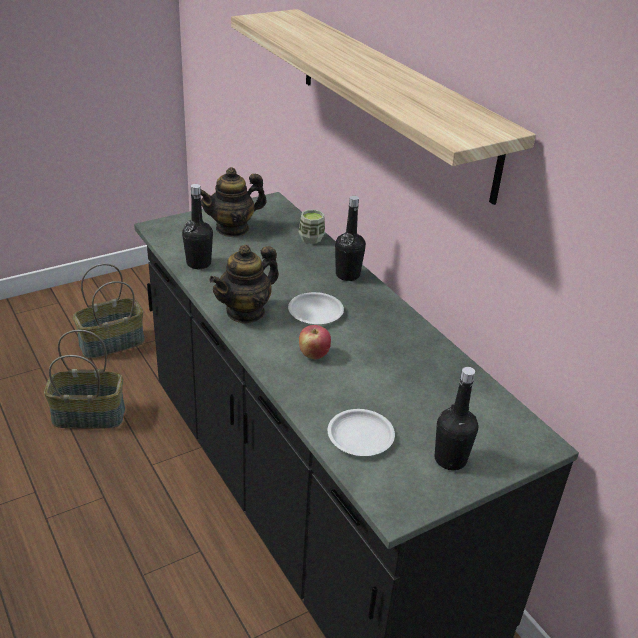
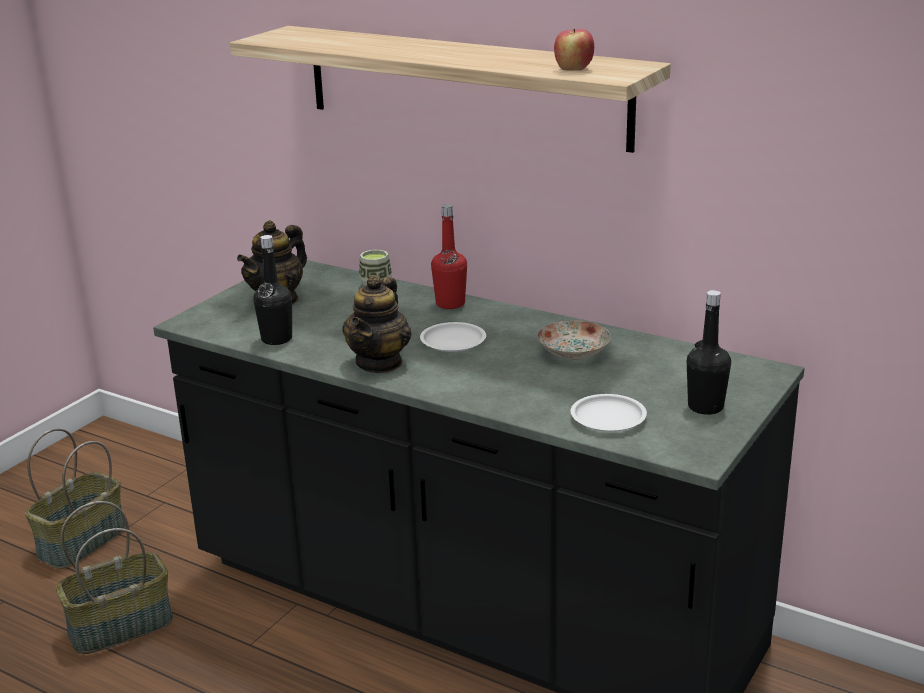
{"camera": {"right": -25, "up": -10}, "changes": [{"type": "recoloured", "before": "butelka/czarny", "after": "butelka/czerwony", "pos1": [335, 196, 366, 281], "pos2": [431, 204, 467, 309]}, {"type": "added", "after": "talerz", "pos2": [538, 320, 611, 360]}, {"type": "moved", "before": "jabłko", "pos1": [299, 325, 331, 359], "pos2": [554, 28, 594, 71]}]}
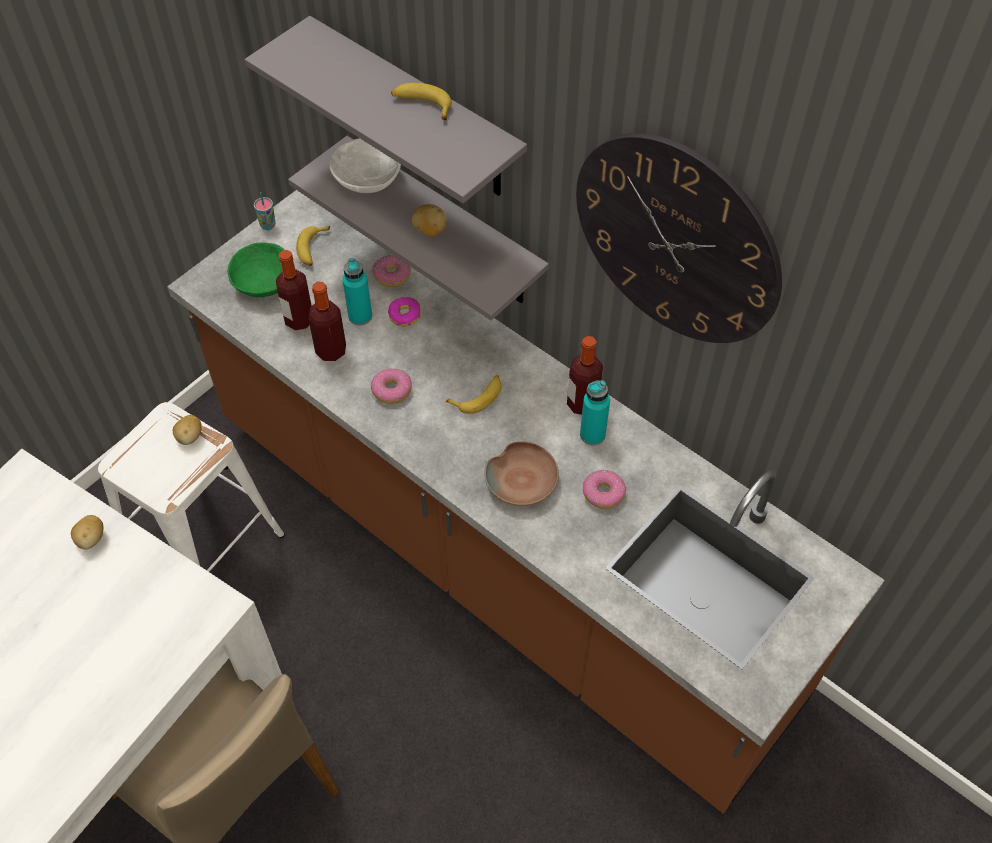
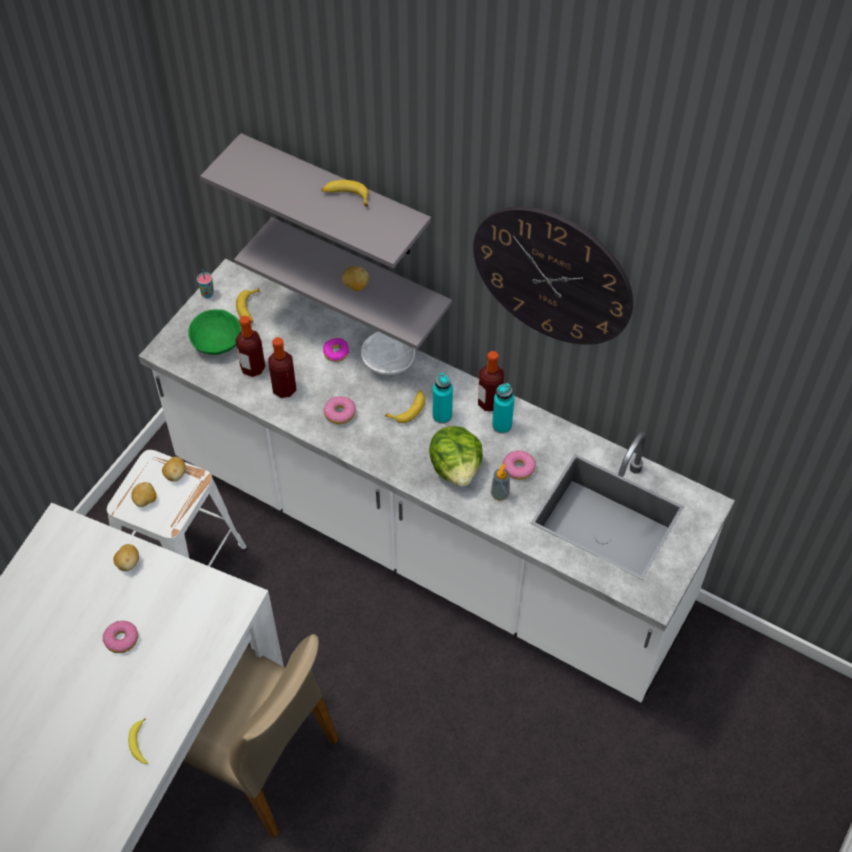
{"camera": {"right": -10, "up": 0}, "changes": [{"type": "moved", "before": "donut", "pos1": [372, 255, 411, 287], "pos2": [103, 620, 138, 653]}, {"type": "added", "after": "banan", "pos2": [128, 718, 148, 764]}, {"type": "added", "after": "ziemniak", "pos2": [131, 482, 157, 507]}, {"type": "recoloured", "before": "zabudowa kuchenna/brązowy", "after": "zabudowa kuchenna/biały", "pos1": [167, 190, 885, 813], "pos2": [138, 259, 735, 702]}, {"type": "moved", "before": "miska/biały", "pos1": [329, 138, 401, 193], "pos2": [361, 332, 415, 375]}, {"type": "replaced", "before": "miska/brązowy", "after": "sałata", "pos1": [484, 442, 559, 506], "pos2": [429, 426, 483, 487]}, {"type": "moved", "before": "butelka/turkusowy", "pos1": [342, 258, 372, 326], "pos2": [433, 373, 453, 424]}, {"type": "added", "after": "dozownik mydła", "pos2": [491, 464, 510, 501]}]}
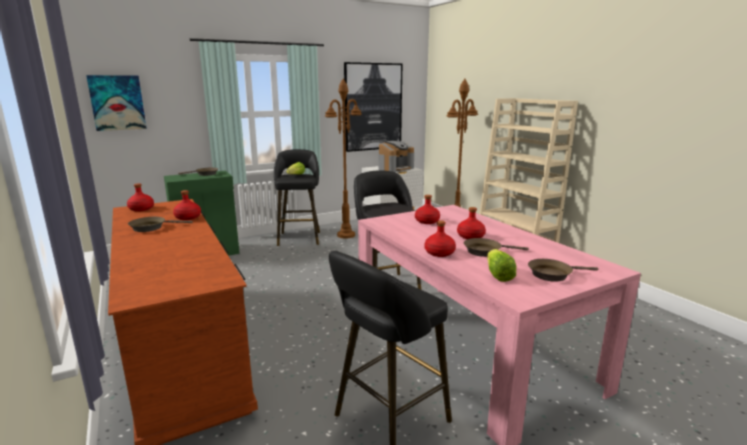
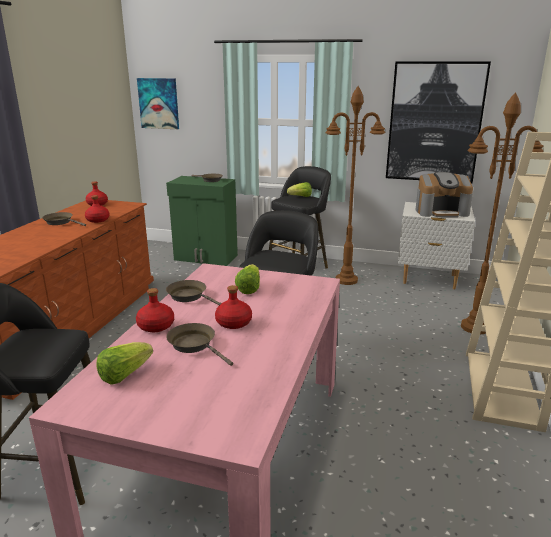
{"camera": {"right": 45, "up": 5}, "changes": [{"type": "moved", "before": "patelnia/brązowy", "pos1": [528, 259, 598, 282], "pos2": [166, 280, 222, 305]}, {"type": "replaced", "before": "butelka/czerwony", "after": "sałata", "pos1": [415, 195, 440, 224], "pos2": [235, 264, 260, 294]}]}
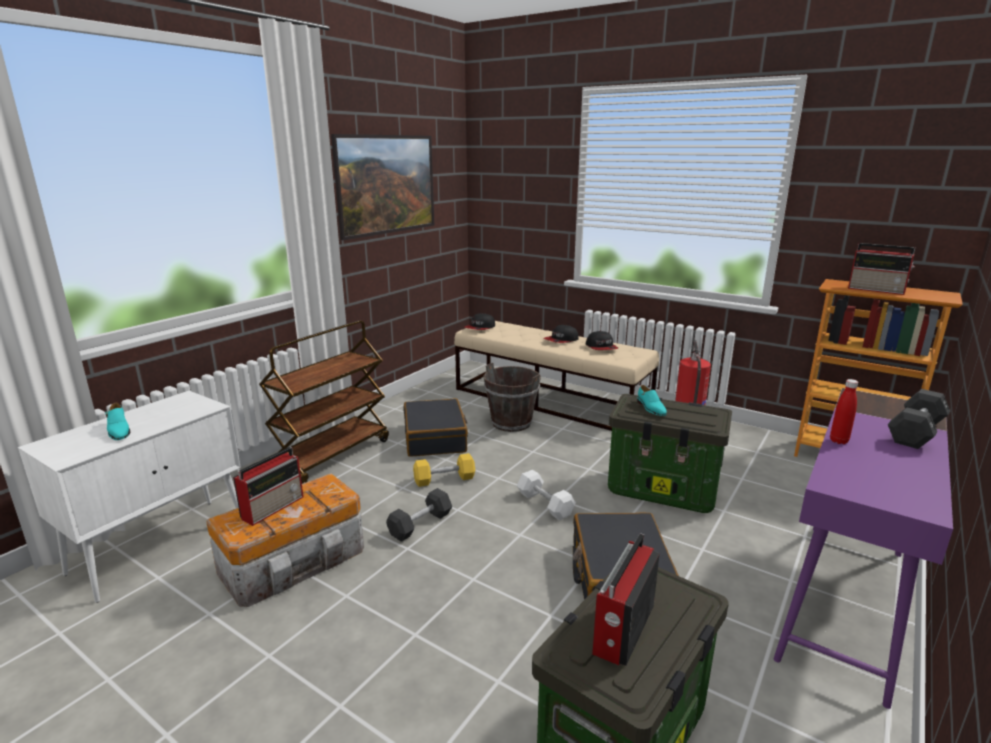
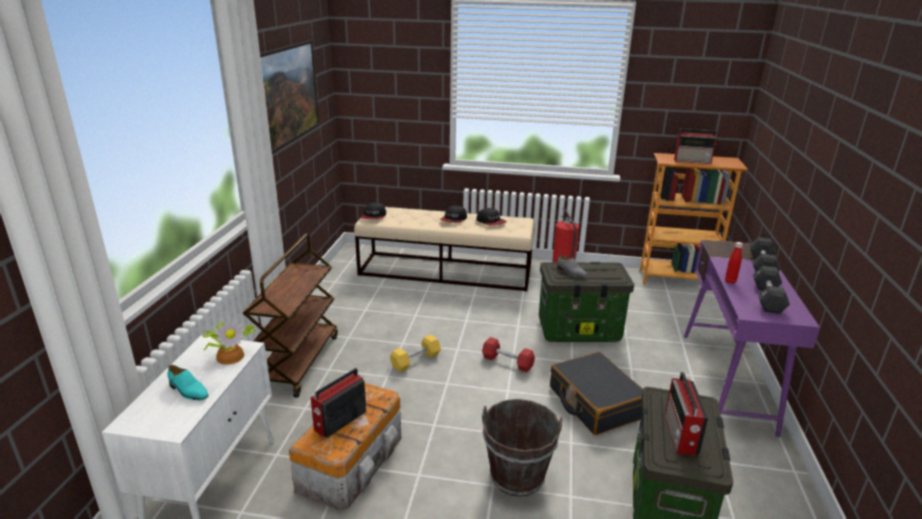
{"camera": {"right": -25, "up": 5}, "changes": [{"type": "added", "after": "roślina doniczkowa", "pos2": [202, 320, 255, 365]}, {"type": "turned", "before": "radio", "pos1": [233, 447, 303, 526], "pos2": [310, 368, 366, 438], "turn": -150}, {"type": "recoloured", "before": "hantel/biały", "after": "hantel/czerwony", "pos1": [517, 470, 576, 520], "pos2": [482, 337, 535, 372]}, {"type": "moved", "before": "wiadro/brązowy", "pos1": [483, 363, 541, 432], "pos2": [482, 399, 563, 497]}, {"type": "recoloured", "before": "but/turkusowy", "after": "but/szary", "pos1": [637, 385, 667, 416], "pos2": [557, 255, 587, 277]}, {"type": "moved", "before": "hantel/czarny", "pos1": [386, 488, 452, 542], "pos2": [753, 266, 790, 314]}, {"type": "removed", "before": "walizka/czarny", "pos1": [403, 398, 468, 457]}]}
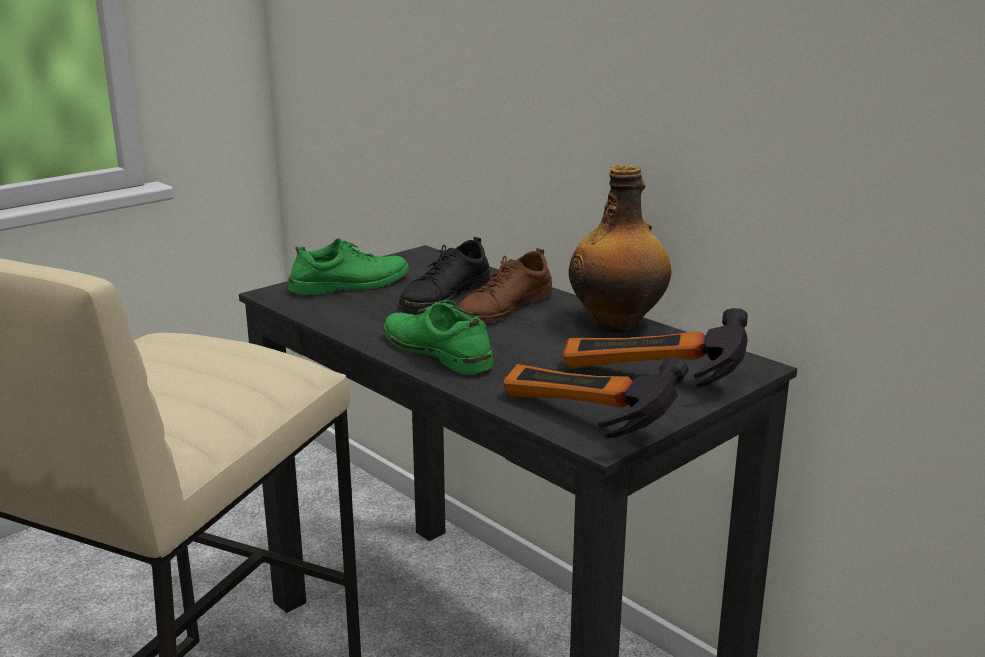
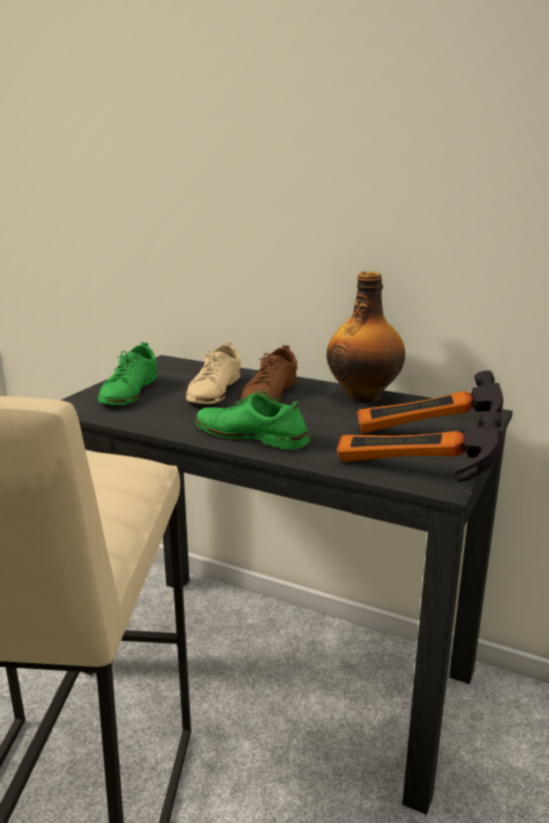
{"camera": {"right": -20, "up": 0}, "changes": [{"type": "turned", "before": "but/zielony", "pos1": [288, 238, 409, 295], "pos2": [98, 342, 158, 405], "turn": 150}, {"type": "recoloured", "before": "but/czarny", "after": "but/beżowy", "pos1": [399, 237, 490, 310], "pos2": [186, 342, 241, 404]}]}
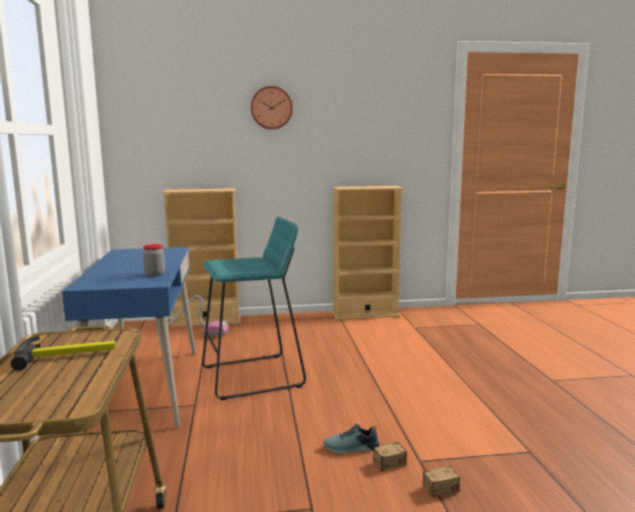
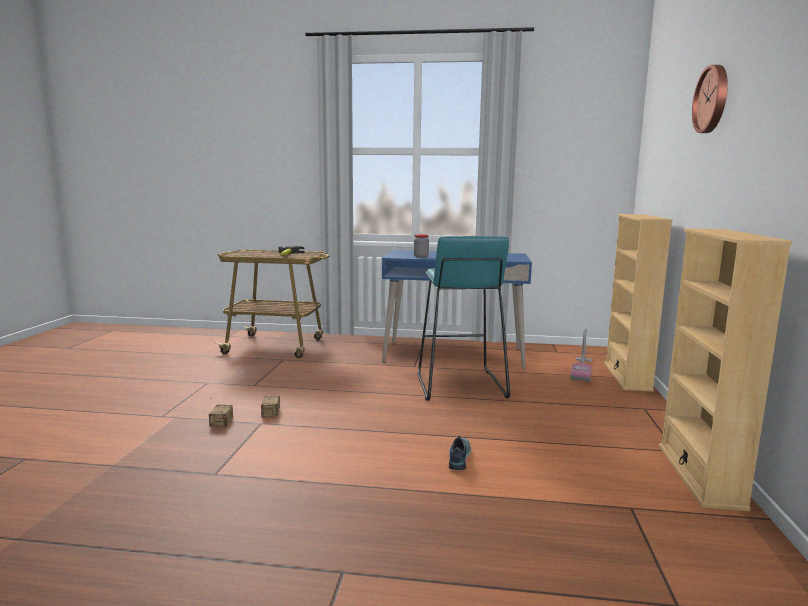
{"camera": {"right": 105, "up": 0}, "changes": [{"type": "moved", "before": "but", "pos1": [323, 424, 380, 453], "pos2": [449, 436, 471, 470]}]}
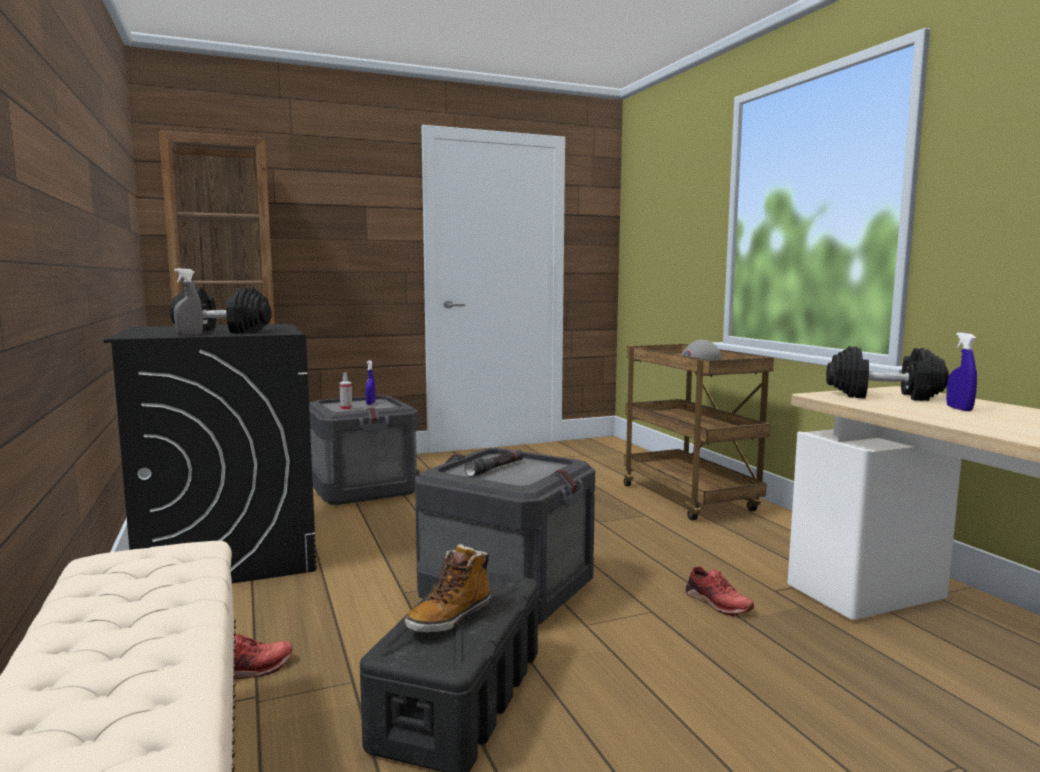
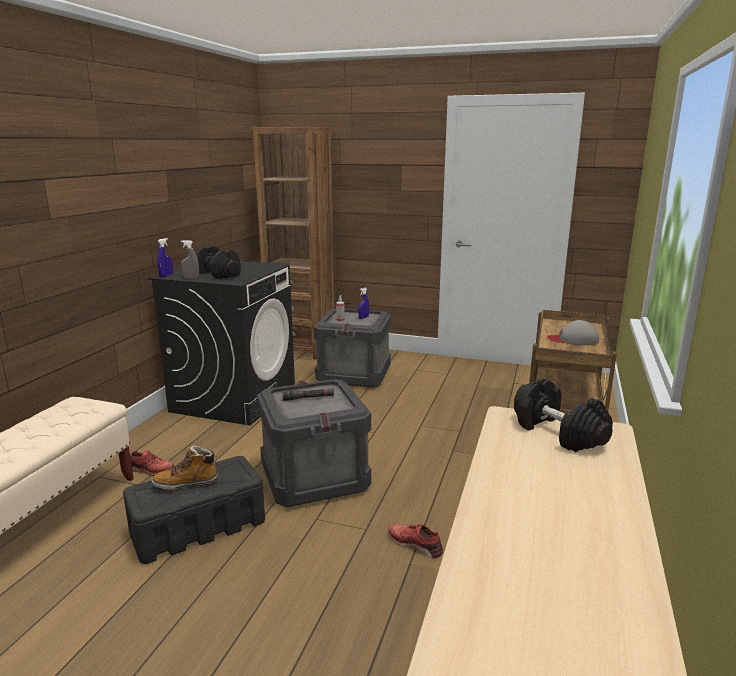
{"camera": {"right": 40, "up": 10}, "changes": [{"type": "moved", "before": "spryskiwacz/niebieski", "pos1": [946, 332, 977, 411], "pos2": [158, 238, 173, 277]}, {"type": "turned", "before": "but/czerwony", "pos1": [686, 566, 754, 616], "pos2": [388, 524, 443, 558], "turn": 120}]}
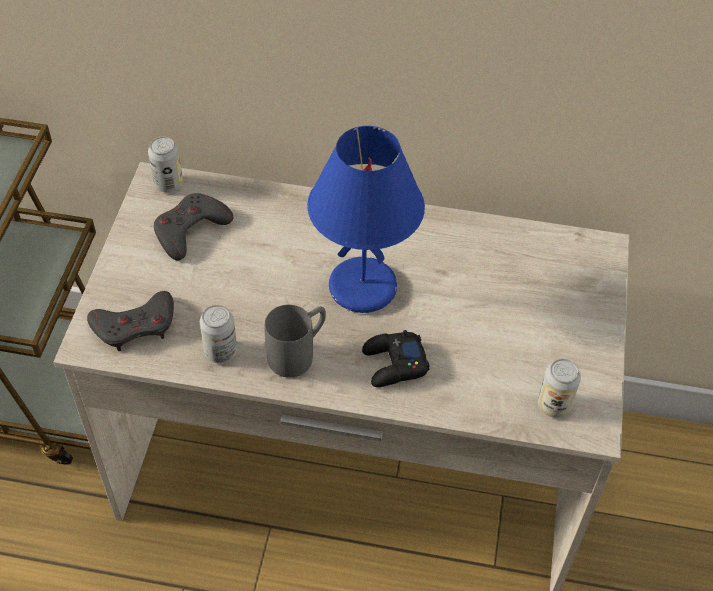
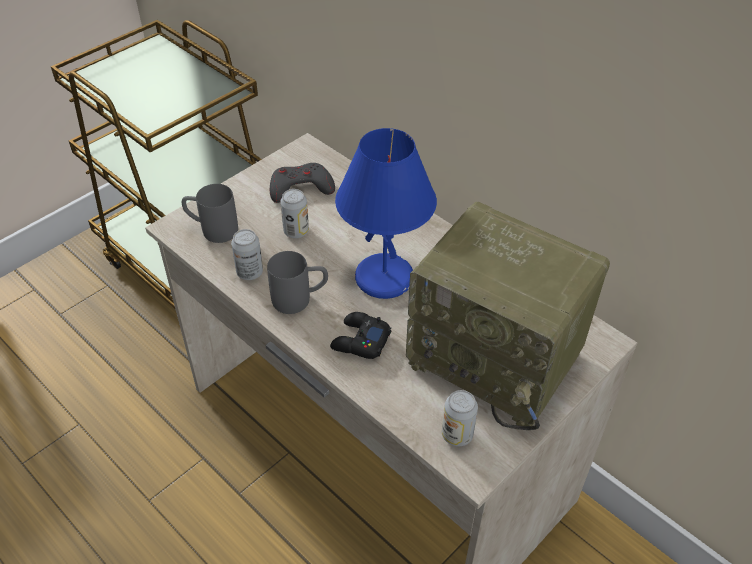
{"camera": {"right": 35, "up": -5}, "changes": [{"type": "replaced", "before": "pad do gier/szary", "after": "kubek/szary", "pos1": [87, 291, 174, 351], "pos2": [182, 184, 238, 243]}, {"type": "moved", "before": "puszka", "pos1": [148, 136, 183, 192], "pos2": [280, 189, 309, 238]}, {"type": "added", "after": "radio", "pos2": [406, 202, 610, 430]}]}
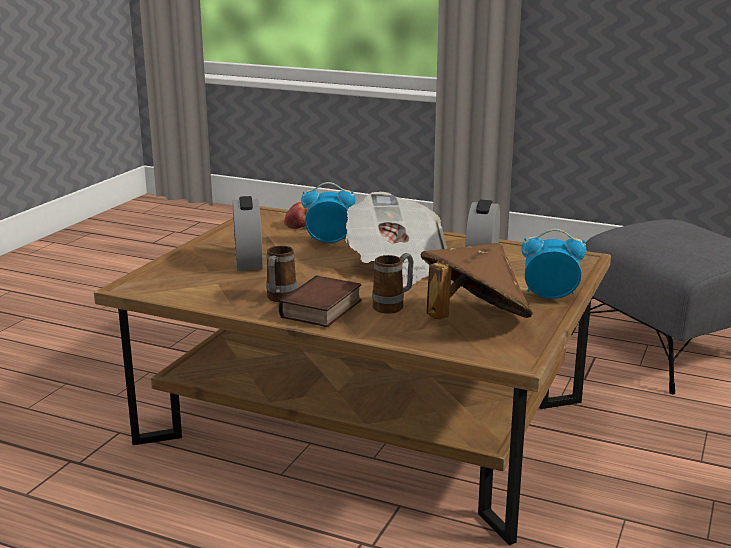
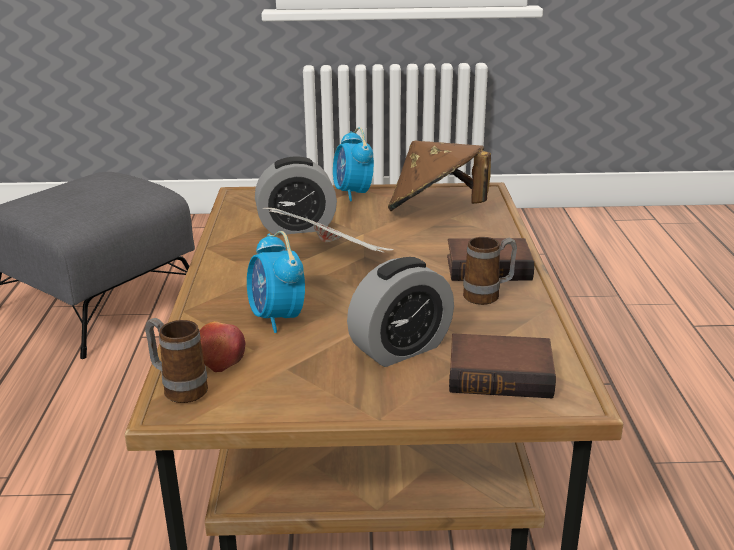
{"camera": {"right": -115, "up": 5}, "changes": [{"type": "moved", "before": "kubek", "pos1": [372, 253, 414, 314], "pos2": [145, 318, 208, 403]}, {"type": "added", "after": "książka", "pos2": [449, 333, 556, 399]}]}
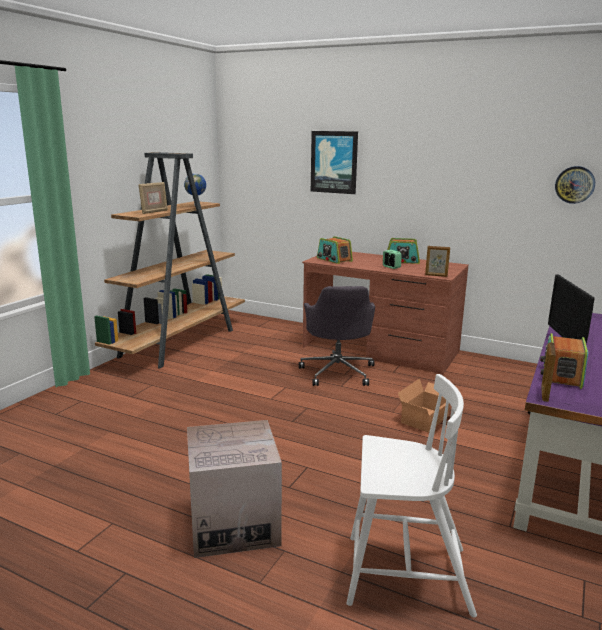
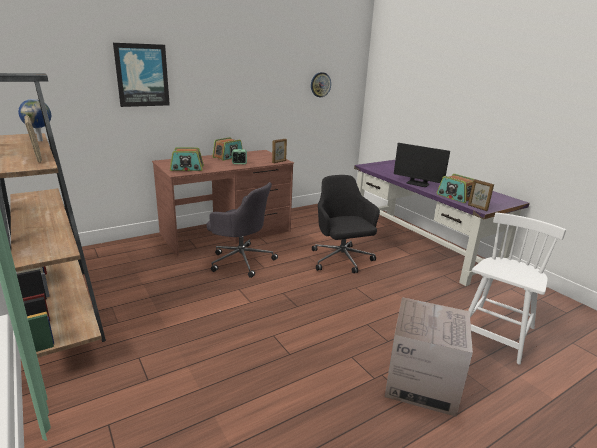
{"camera": {"right": -60, "up": 5}, "changes": [{"type": "replaced", "before": "karton", "after": "krzesło biurowe/czarny", "pos1": [398, 379, 450, 432], "pos2": [312, 175, 380, 273]}]}
